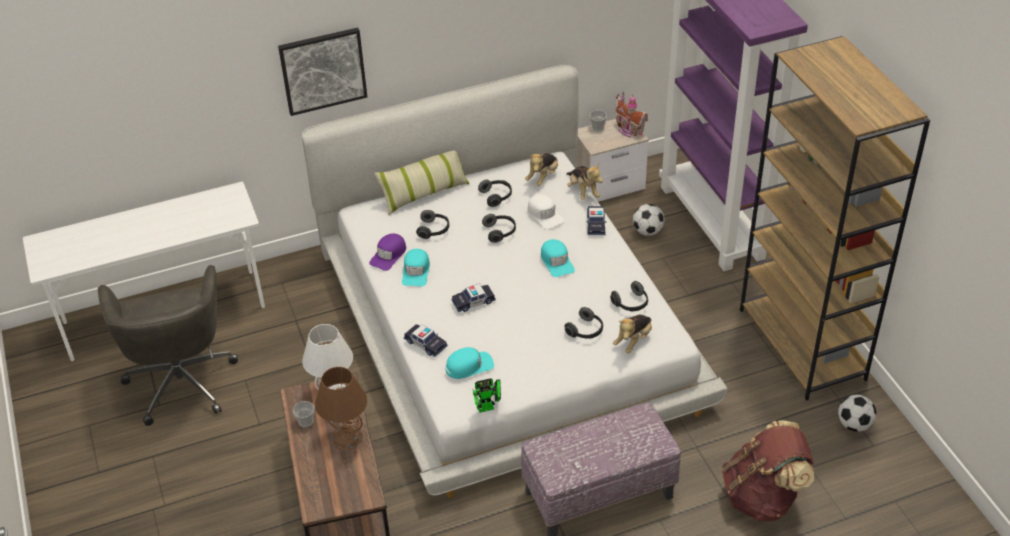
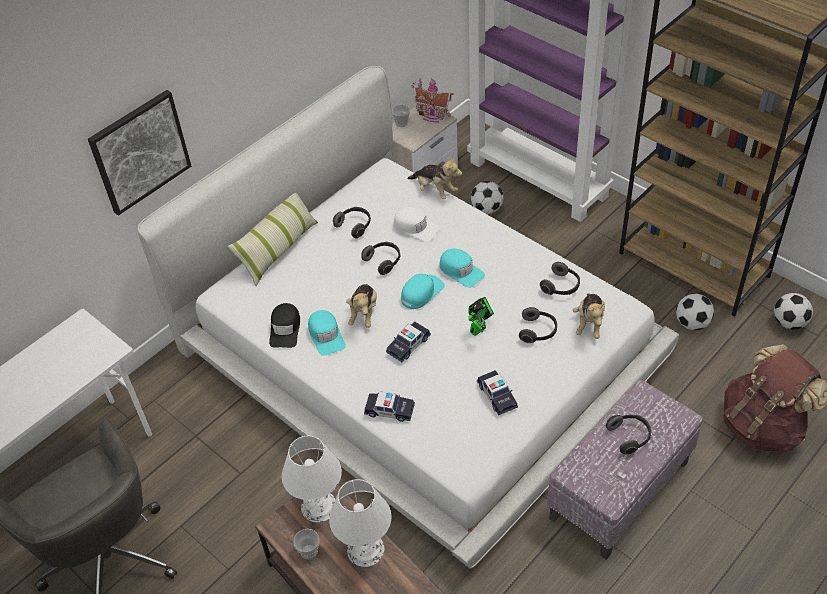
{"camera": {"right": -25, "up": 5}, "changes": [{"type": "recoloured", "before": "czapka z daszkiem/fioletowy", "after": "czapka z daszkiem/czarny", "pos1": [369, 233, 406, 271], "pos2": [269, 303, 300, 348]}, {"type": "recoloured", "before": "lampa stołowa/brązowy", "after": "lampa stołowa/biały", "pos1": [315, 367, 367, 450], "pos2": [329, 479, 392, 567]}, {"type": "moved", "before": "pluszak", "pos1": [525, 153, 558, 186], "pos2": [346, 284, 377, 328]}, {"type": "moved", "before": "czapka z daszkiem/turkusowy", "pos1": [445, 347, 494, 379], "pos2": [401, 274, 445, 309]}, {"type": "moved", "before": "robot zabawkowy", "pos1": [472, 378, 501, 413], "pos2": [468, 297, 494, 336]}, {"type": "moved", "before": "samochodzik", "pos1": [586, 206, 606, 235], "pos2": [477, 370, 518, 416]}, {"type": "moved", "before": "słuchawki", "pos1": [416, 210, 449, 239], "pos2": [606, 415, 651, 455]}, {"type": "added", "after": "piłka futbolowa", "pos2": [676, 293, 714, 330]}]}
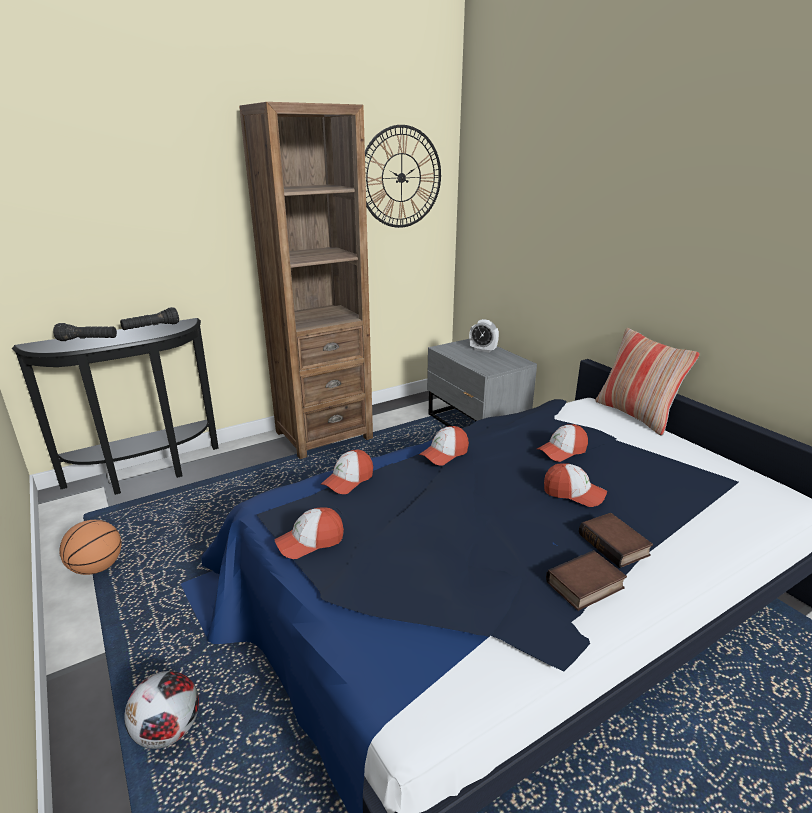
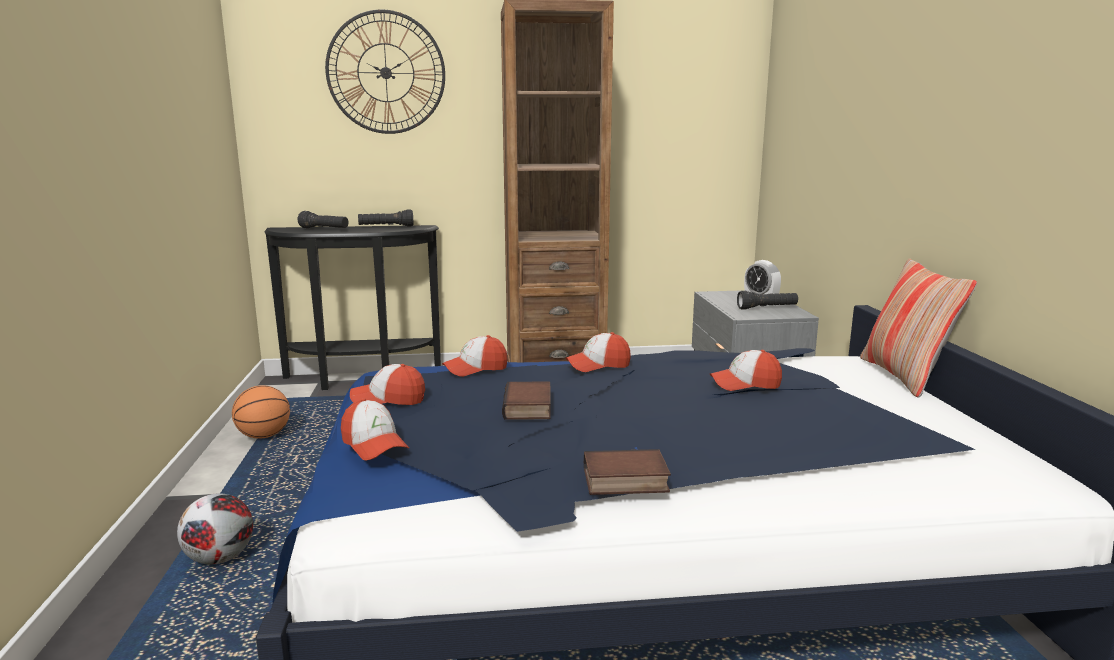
{"camera": {"right": 25, "up": -10}, "changes": [{"type": "moved", "before": "zegar ścienny", "pos1": [365, 125, 441, 228], "pos2": [325, 9, 445, 134]}, {"type": "moved", "before": "czapka z daszkiem", "pos1": [544, 463, 607, 507], "pos2": [341, 398, 409, 460]}, {"type": "moved", "before": "książka", "pos1": [579, 513, 653, 568], "pos2": [502, 382, 551, 420]}, {"type": "added", "after": "latarka/czarny", "pos2": [737, 291, 798, 310]}]}
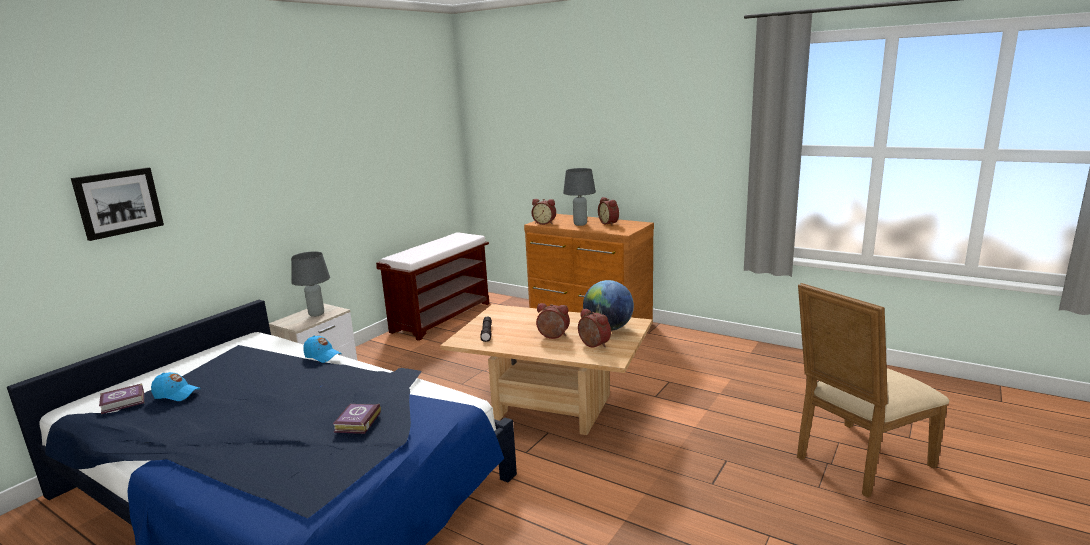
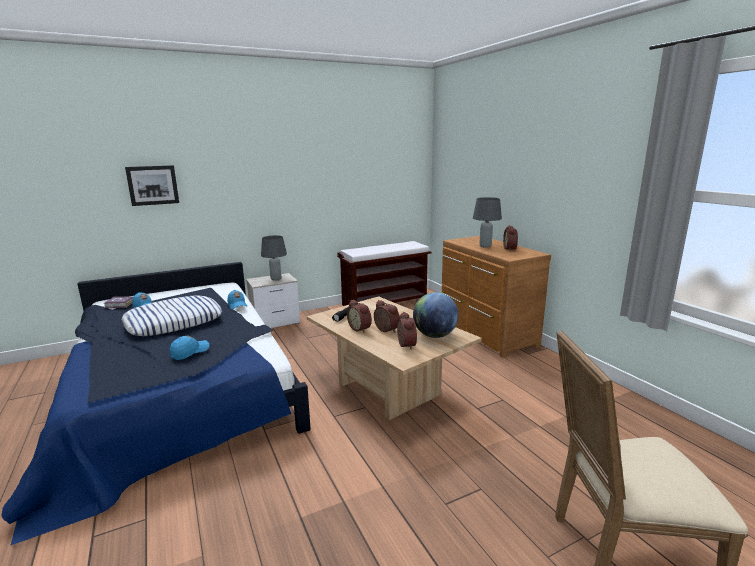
{"camera": {"right": 30, "up": 0}, "changes": [{"type": "added", "after": "poduszka", "pos2": [122, 295, 222, 336]}, {"type": "replaced", "before": "książka", "after": "czapka z daszkiem/niebieski", "pos1": [333, 404, 381, 434], "pos2": [170, 336, 209, 360]}, {"type": "moved", "before": "budzik", "pos1": [532, 199, 556, 225], "pos2": [347, 299, 372, 333]}]}
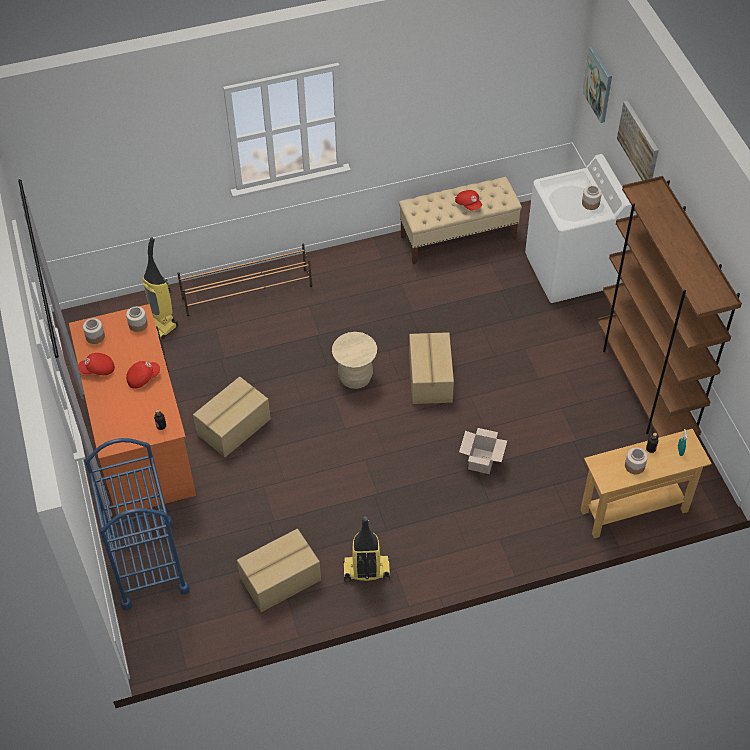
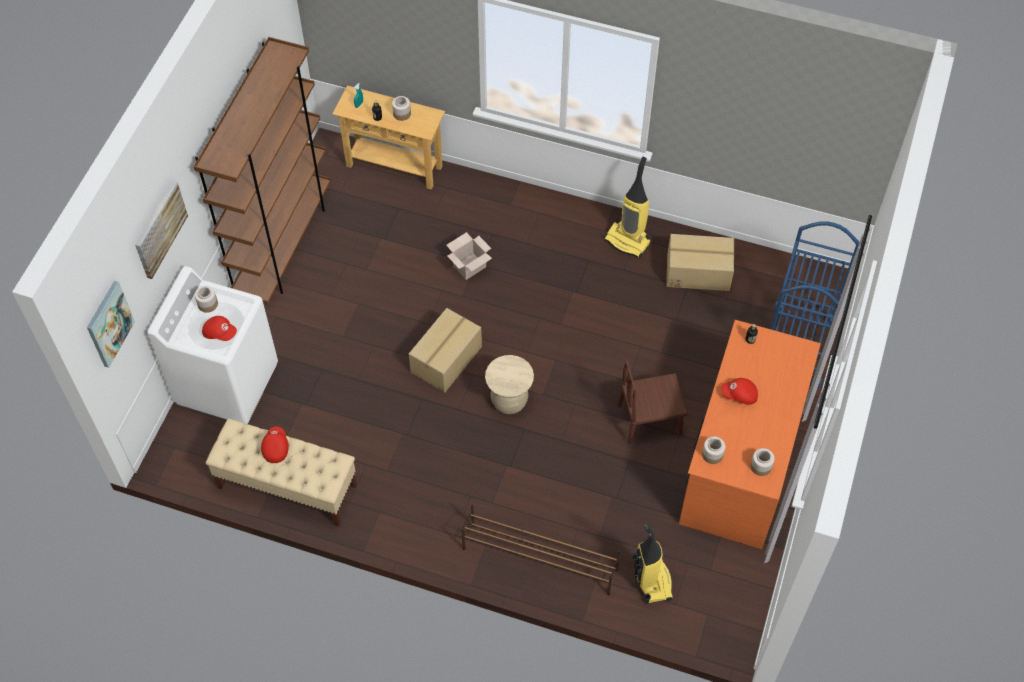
{"camera": {"right": -145, "up": 5}, "changes": [{"type": "moved", "before": "czapka z daszkiem/czerwony", "pos1": [78, 353, 115, 375], "pos2": [202, 316, 237, 341]}, {"type": "replaced", "before": "karton", "after": "krzesło/brązowy", "pos1": [193, 377, 271, 457], "pos2": [618, 360, 688, 444]}]}
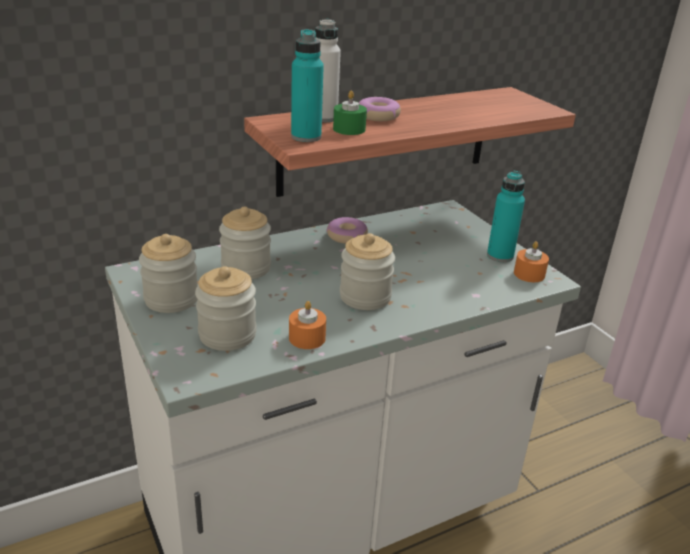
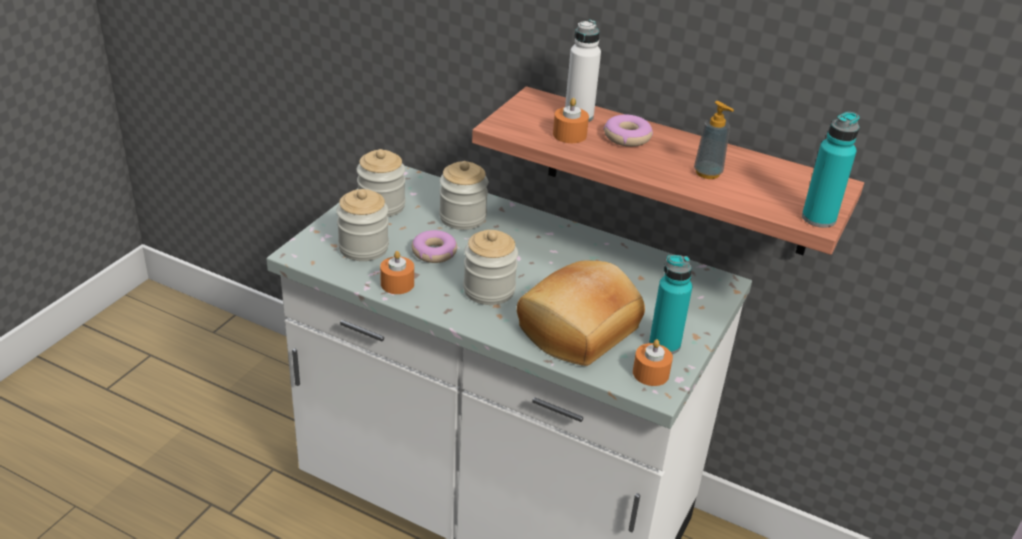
{"camera": {"right": 55, "up": 5}, "changes": [{"type": "moved", "before": "donut", "pos1": [327, 217, 368, 244], "pos2": [412, 230, 457, 263]}, {"type": "added", "after": "chleb", "pos2": [517, 261, 645, 366]}, {"type": "recoloured", "before": "świeca/zielony", "after": "świeca/pomarańczowy", "pos1": [333, 90, 367, 135], "pos2": [553, 98, 589, 143]}, {"type": "added", "after": "dozownik mydła", "pos2": [694, 101, 734, 179]}, {"type": "moved", "before": "butelka/turkusowy", "pos1": [291, 29, 324, 142], "pos2": [802, 112, 860, 228]}]}
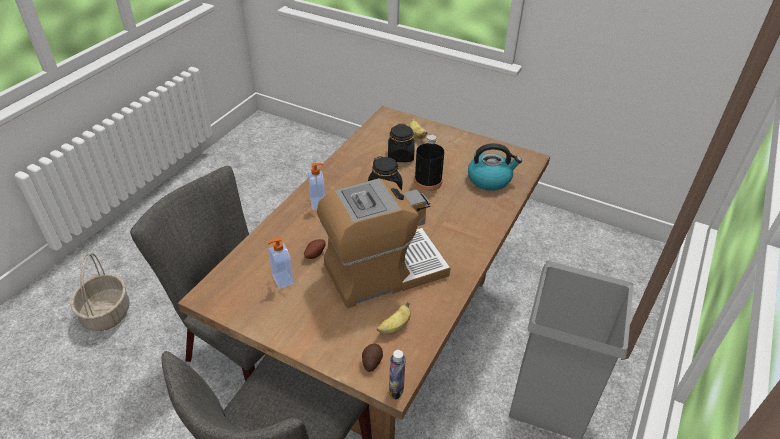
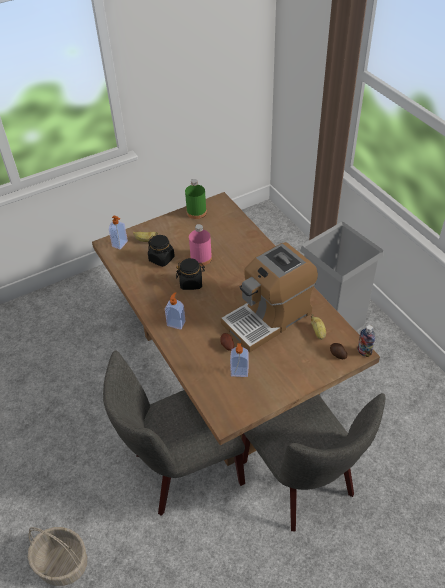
{"camera": {"right": -55, "up": 5}, "changes": [{"type": "added", "after": "dozownik mydła", "pos2": [109, 216, 128, 249]}, {"type": "added", "after": "butelka/zielony", "pos2": [185, 179, 207, 219]}, {"type": "recoloured", "before": "butelka/czarny", "after": "butelka/różowy", "pos1": [414, 135, 444, 191], "pos2": [189, 224, 212, 266]}, {"type": "turned", "before": "ekspres do kawy", "pos1": [317, 178, 450, 308], "pos2": [221, 242, 318, 352], "turn": -135}, {"type": "removed", "before": "czajnik", "pos1": [468, 143, 522, 191]}]}
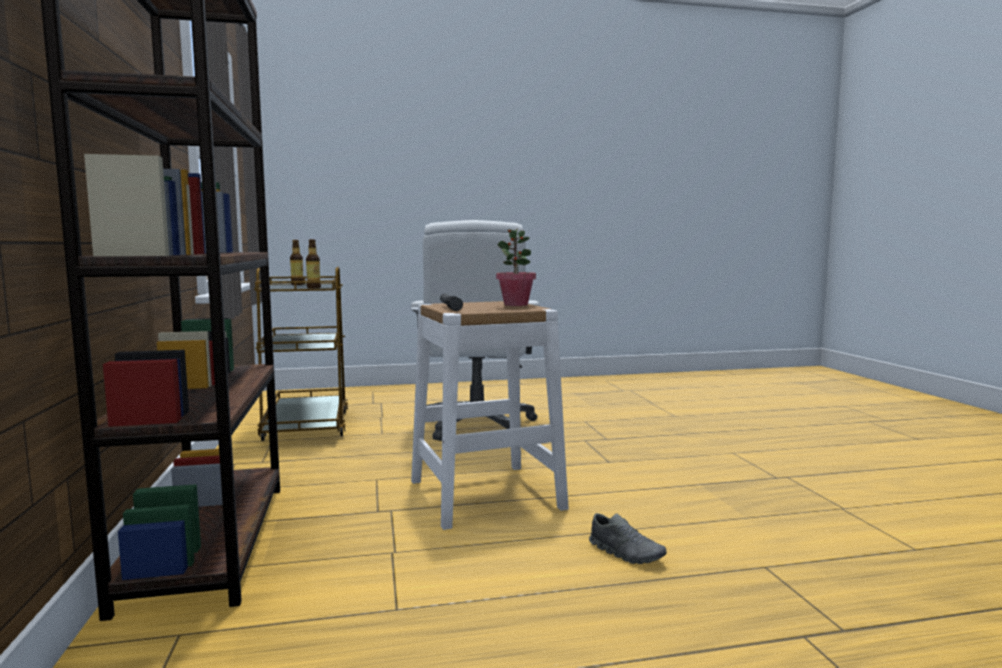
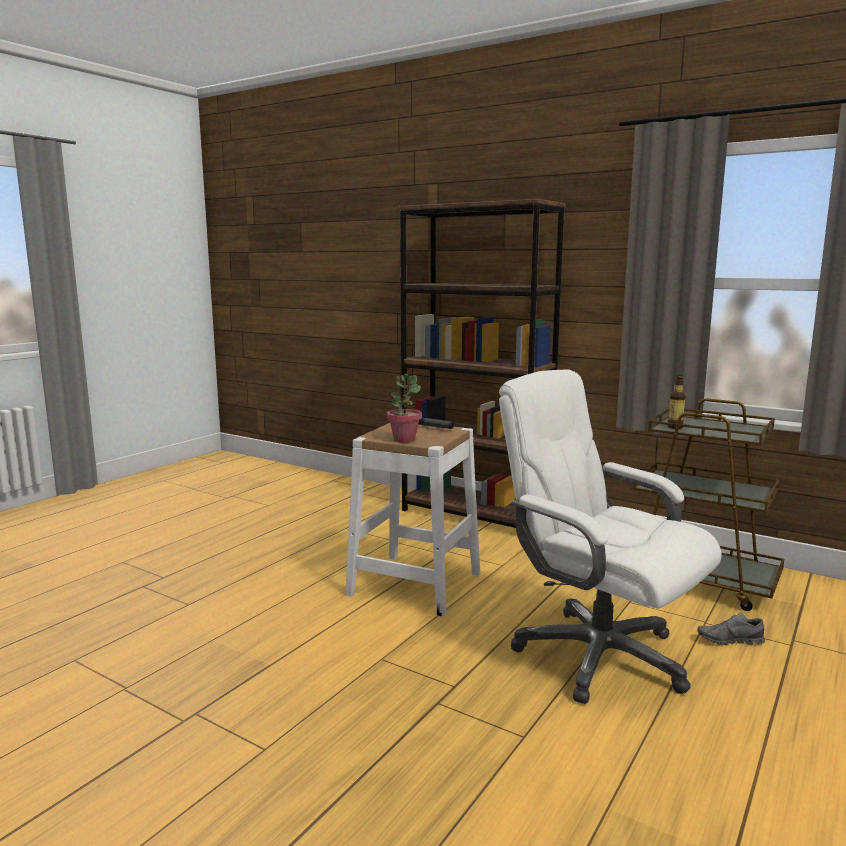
{"camera": {"right": 135, "up": 5}, "changes": [{"type": "moved", "before": "but/szary", "pos1": [589, 513, 667, 564], "pos2": [697, 613, 765, 645]}, {"type": "removed", "before": "butelka", "pos1": [290, 240, 304, 285]}]}
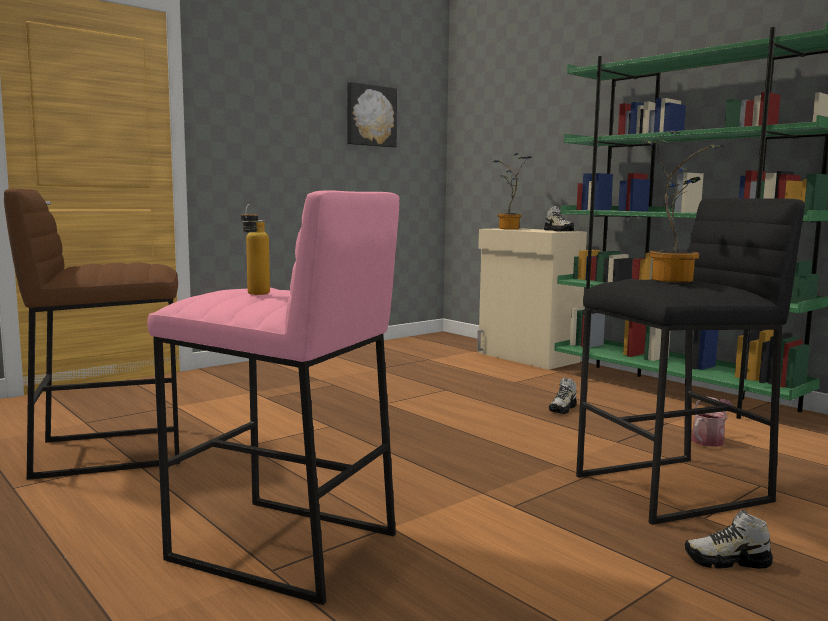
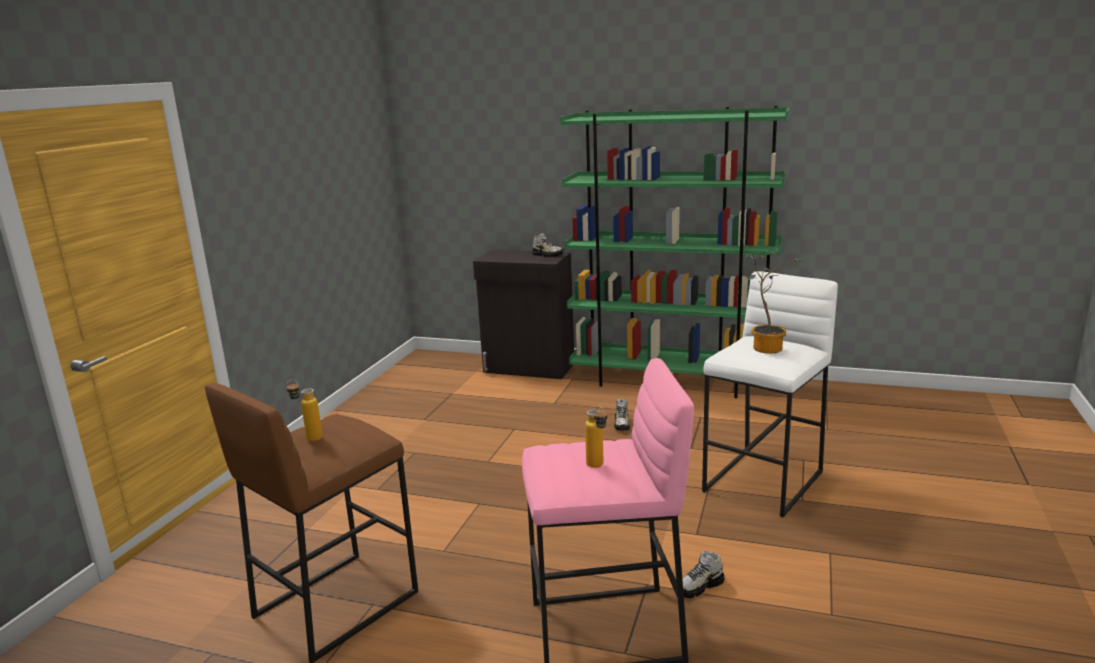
{"camera": {"right": -30, "up": 10}, "changes": [{"type": "added", "after": "butelka", "pos2": [286, 380, 323, 441]}, {"type": "recoloured", "before": "szafka/beżowy", "after": "szafka/czarny", "pos1": [477, 228, 587, 370], "pos2": [473, 250, 574, 379]}, {"type": "moved", "before": "but", "pos1": [685, 510, 773, 569], "pos2": [682, 551, 725, 598]}, {"type": "recoloured", "before": "stołek/czarny", "after": "stołek/biały", "pos1": [576, 198, 804, 525], "pos2": [702, 271, 838, 517]}, {"type": "removed", "before": "obraz", "pos1": [347, 82, 397, 148]}, {"type": "removed", "before": "roślina doniczkowa", "pos1": [493, 153, 531, 229]}, {"type": "removed", "before": "konewka", "pos1": [691, 396, 733, 447]}]}
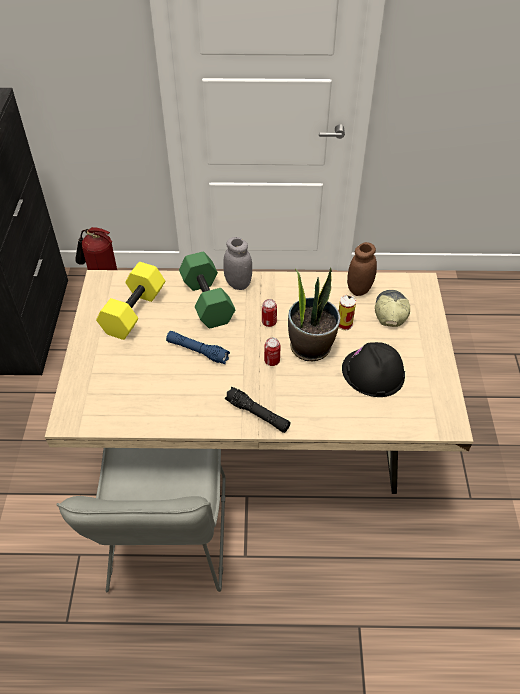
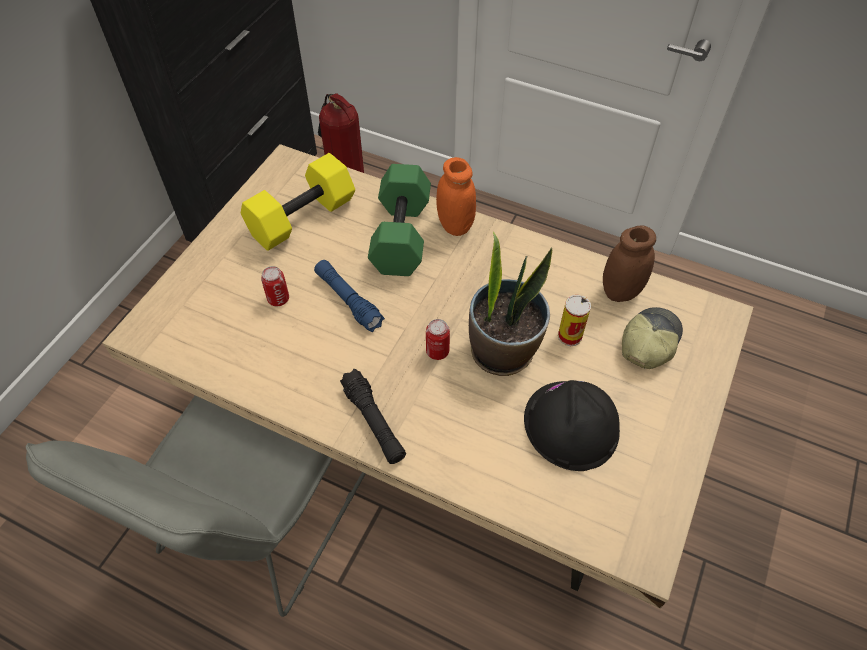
{"camera": {"right": 25, "up": 5}, "changes": [{"type": "moved", "before": "puszka", "pos1": [262, 299, 277, 327], "pos2": [261, 266, 289, 306]}, {"type": "recoloured", "before": "słoik/szary", "after": "słoik/pomarańczowy", "pos1": [223, 237, 252, 290], "pos2": [436, 157, 476, 236]}]}
